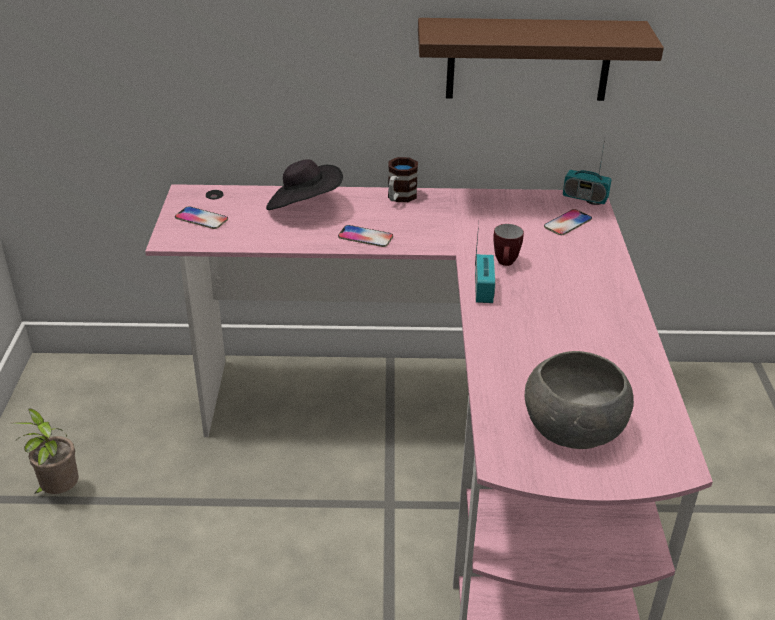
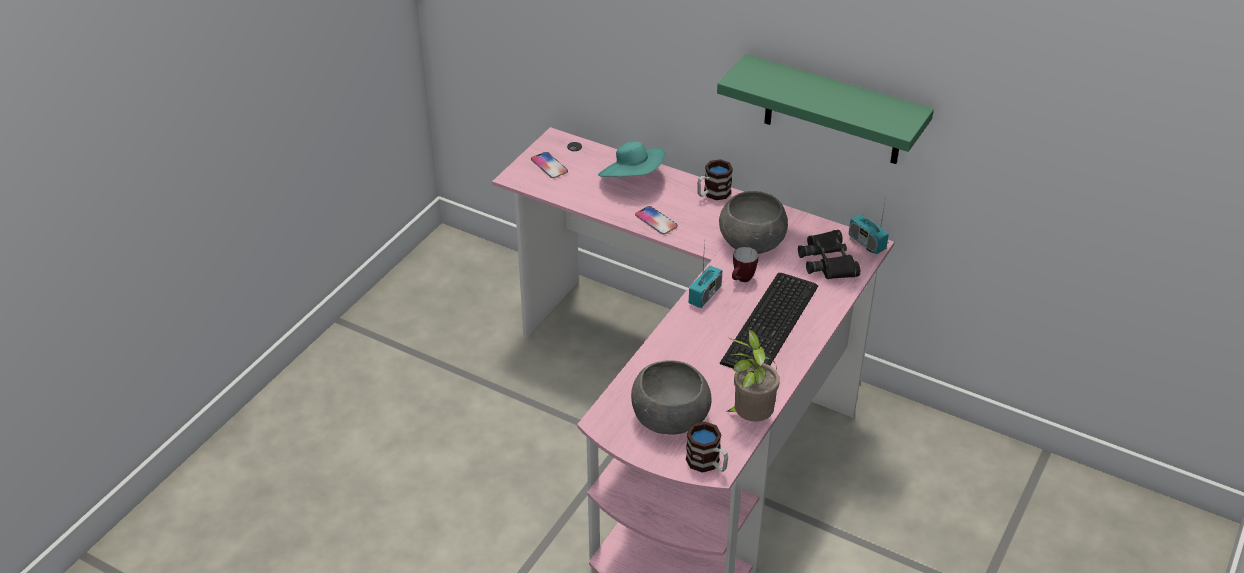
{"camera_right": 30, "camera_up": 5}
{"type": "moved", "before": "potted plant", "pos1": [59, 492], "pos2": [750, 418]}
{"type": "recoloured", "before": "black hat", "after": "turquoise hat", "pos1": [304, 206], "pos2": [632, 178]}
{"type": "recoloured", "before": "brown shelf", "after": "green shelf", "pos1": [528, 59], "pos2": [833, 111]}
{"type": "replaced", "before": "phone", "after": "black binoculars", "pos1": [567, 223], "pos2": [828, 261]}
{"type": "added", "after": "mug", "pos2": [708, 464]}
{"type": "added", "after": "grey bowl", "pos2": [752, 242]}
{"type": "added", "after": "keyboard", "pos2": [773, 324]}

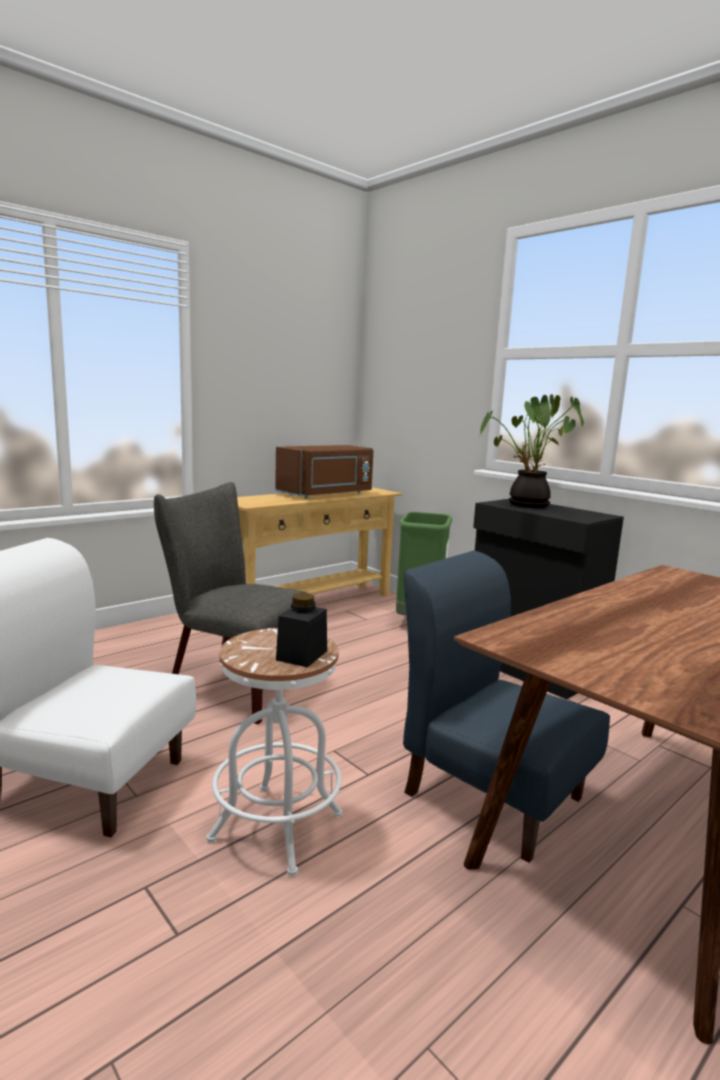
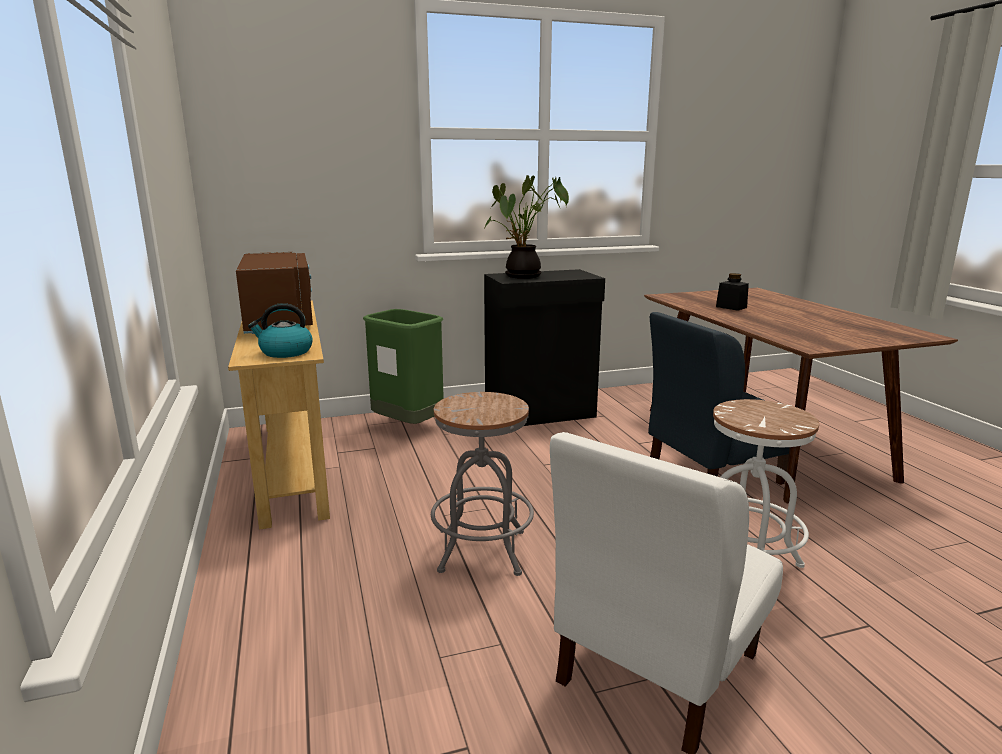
{"camera_right": -65, "camera_up": 5}
{"type": "replaced", "before": "grey chair", "after": "grey stool", "pos1": [231, 686], "pos2": [482, 551]}
{"type": "moved", "before": "black jar", "pos1": [302, 655], "pos2": [731, 307]}
{"type": "added", "after": "kettle", "pos2": [285, 352]}

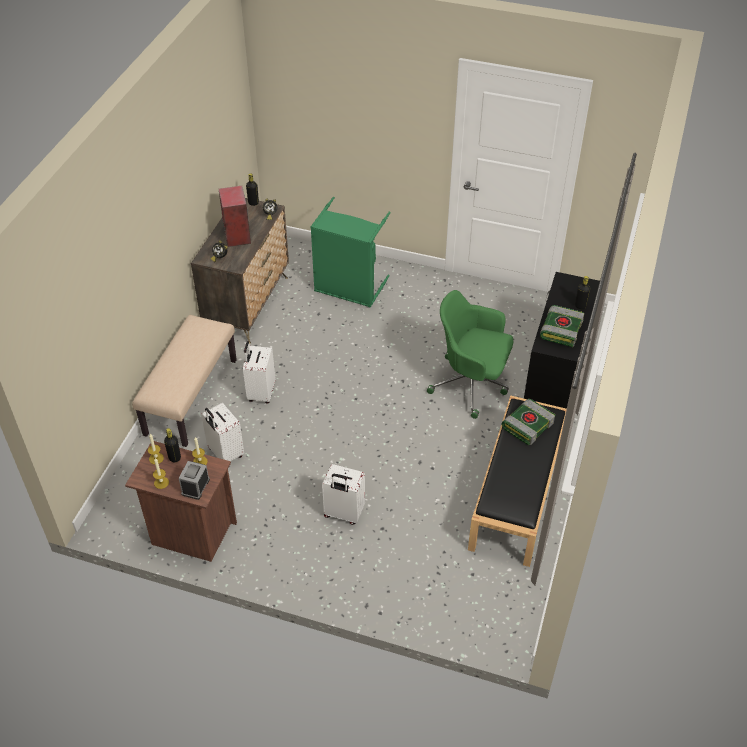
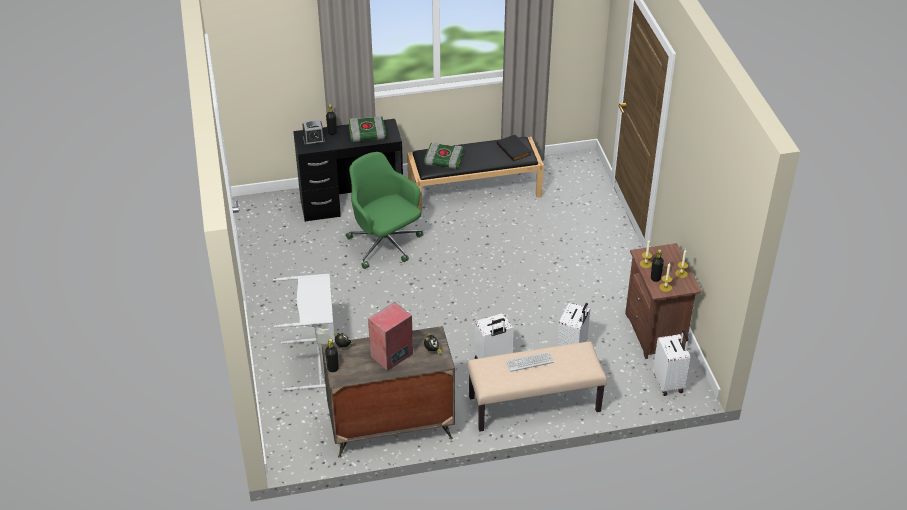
{"camera_right": -120, "camera_up": -5}
{"type": "moved", "before": "alarm clock", "pos1": [195, 486], "pos2": [313, 140]}
{"type": "recoloured", "before": "green laundry basket", "after": "grey laundry basket", "pos1": [348, 289], "pos2": [318, 364]}
{"type": "moved", "before": "white suitcase", "pos1": [343, 513], "pos2": [669, 383]}
{"type": "turned", "before": "green office chair", "pos1": [471, 384], "pos2": [385, 245], "turn": 150}
{"type": "added", "after": "black book", "pos2": [514, 149]}
{"type": "added", "after": "keyboard", "pos2": [529, 362]}

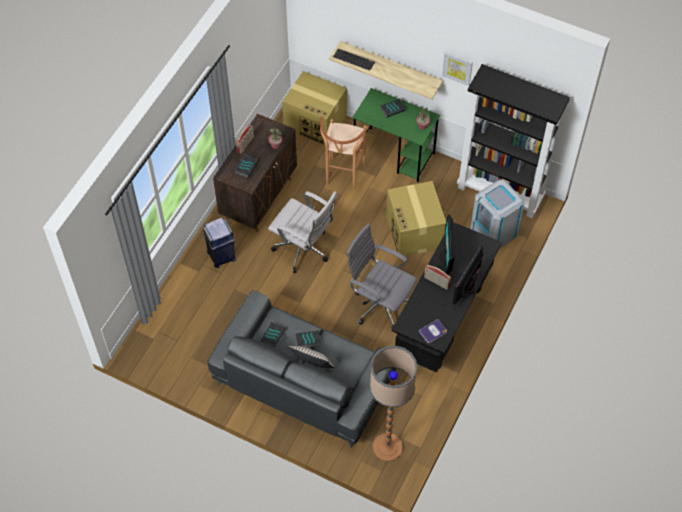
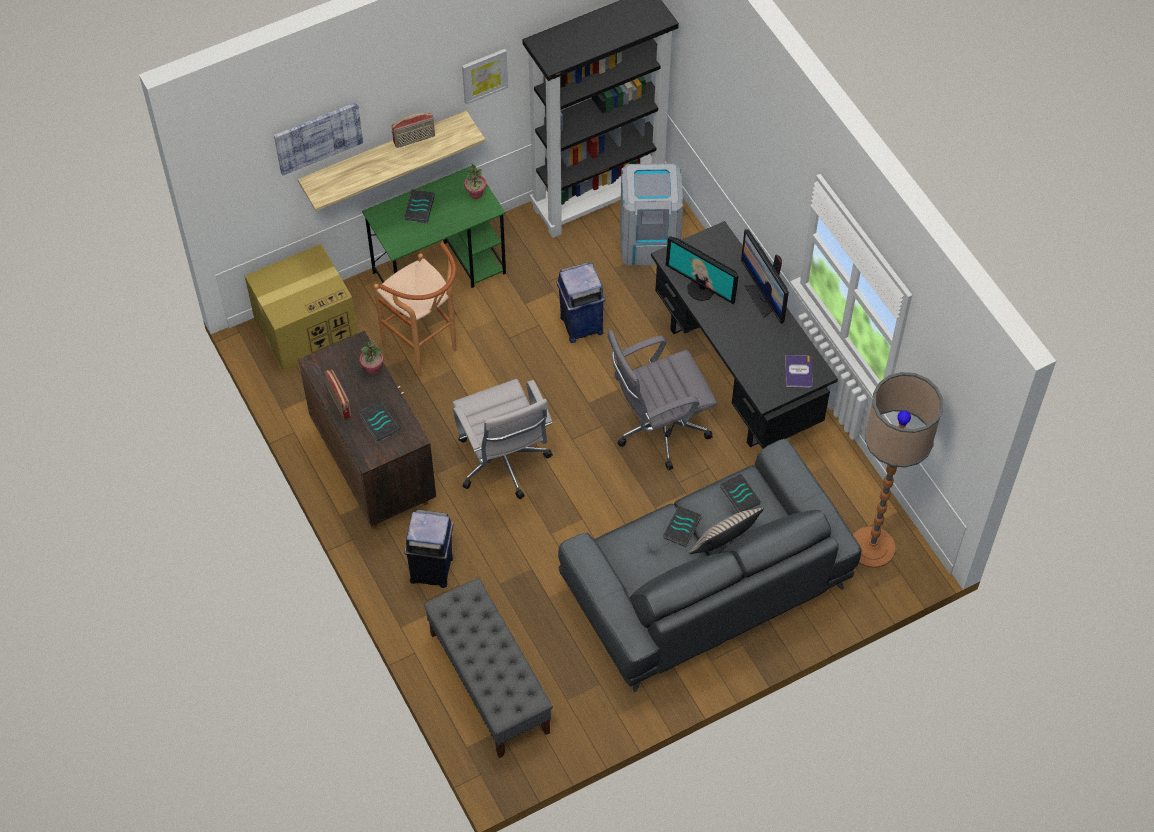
{"camera_right": -55, "camera_up": 0}
{"type": "moved", "before": "book", "pos1": [272, 335], "pos2": [738, 496]}
{"type": "turned", "before": "white office chair", "pos1": [304, 250], "pos2": [504, 464], "turn": 90}
{"type": "removed", "before": "keyboard", "pos1": [353, 59]}
{"type": "replaced", "before": "cardboard box", "after": "blue trash can", "pos1": [414, 232], "pos2": [580, 325]}
{"type": "moved", "before": "radio", "pos1": [436, 282], "pos2": [414, 140]}
{"type": "added", "after": "picture", "pos2": [318, 137]}
{"type": "added", "after": "grey bench", "pos2": [489, 682]}

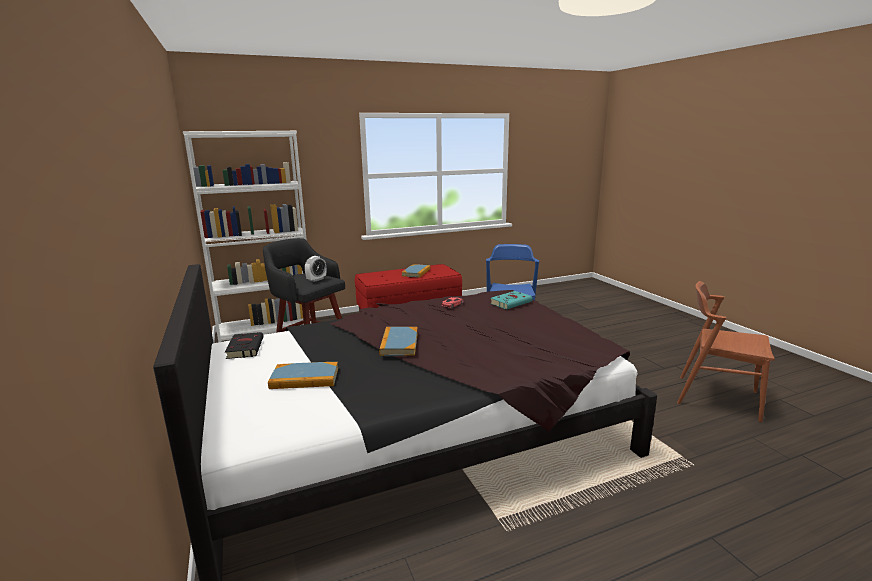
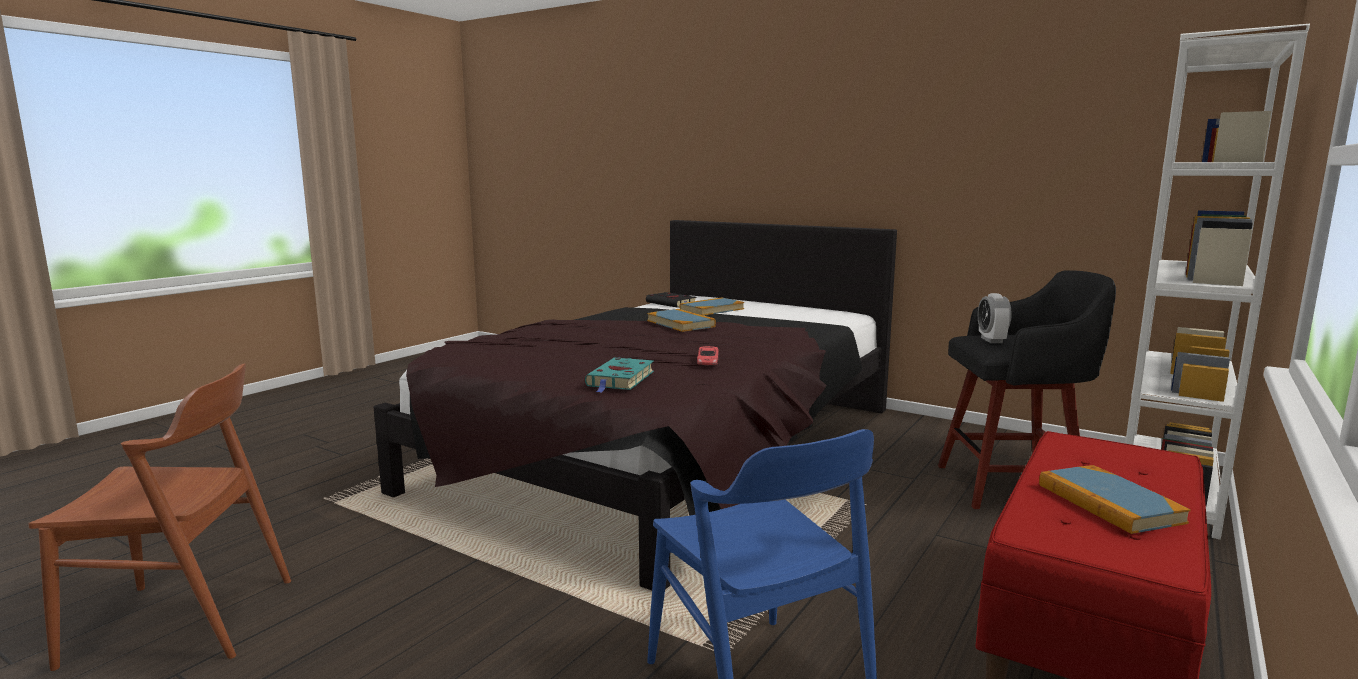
{"camera_right": 145, "camera_up": -5}
{"type": "moved", "before": "black book", "pos1": [245, 348], "pos2": [672, 303]}

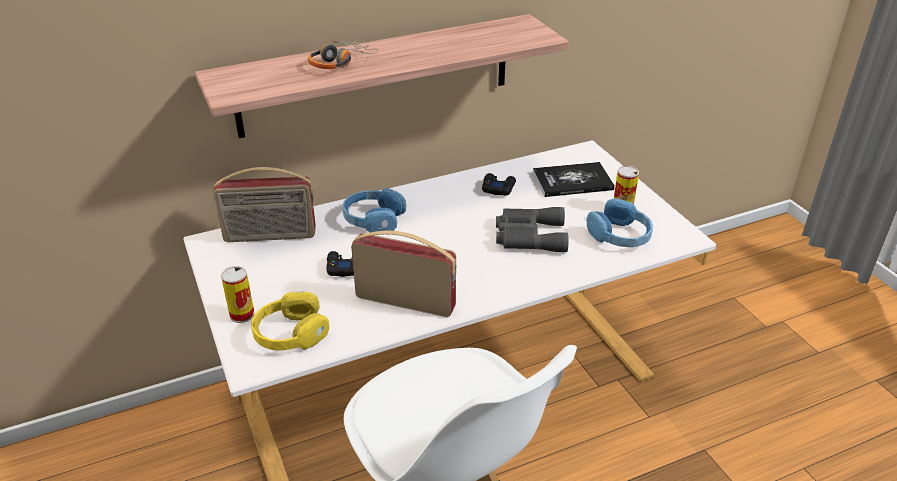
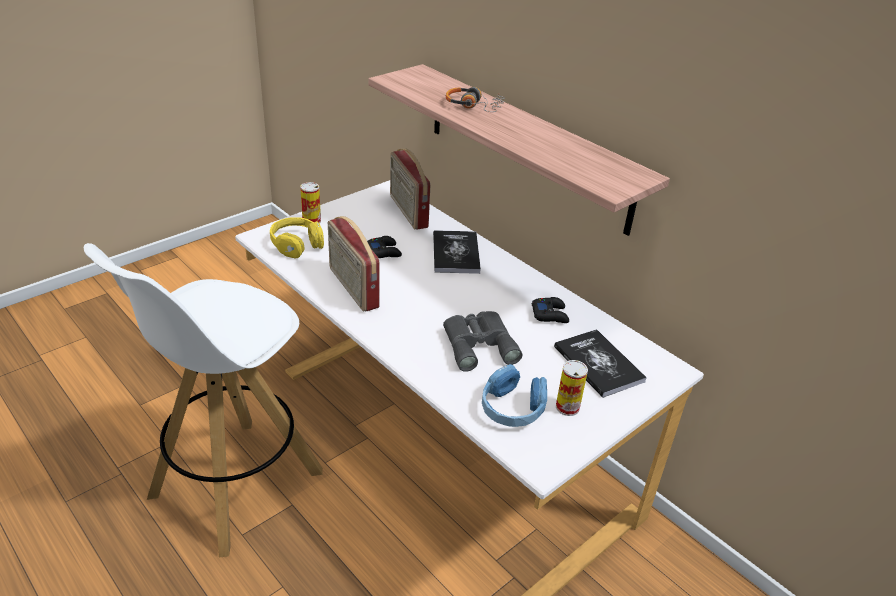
{"camera_right": 70, "camera_up": 0}
{"type": "replaced", "before": "blue headphones", "after": "book", "pos1": [373, 219], "pos2": [455, 253]}
{"type": "turned", "before": "radio", "pos1": [406, 301], "pos2": [352, 288], "turn": 150}

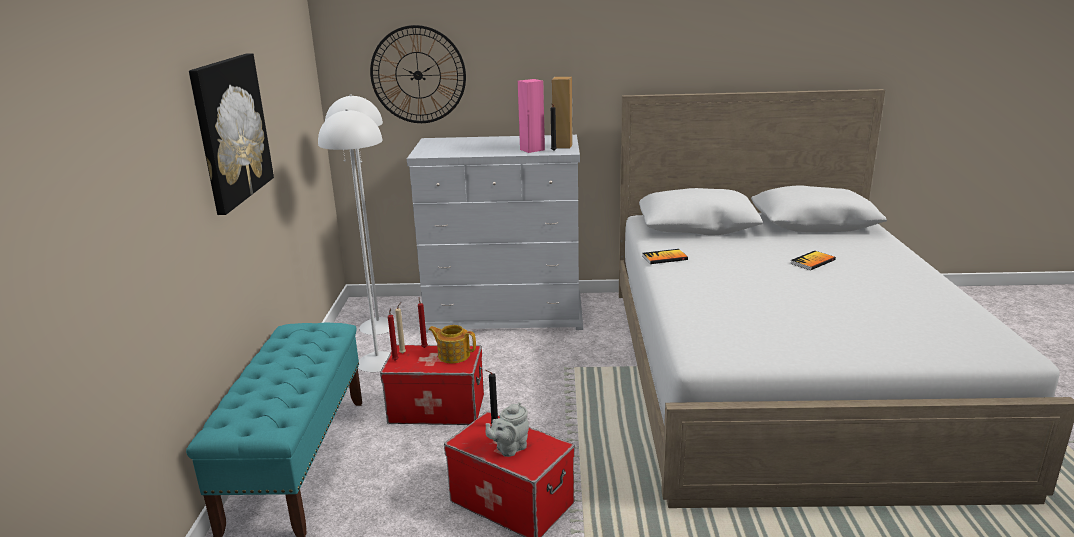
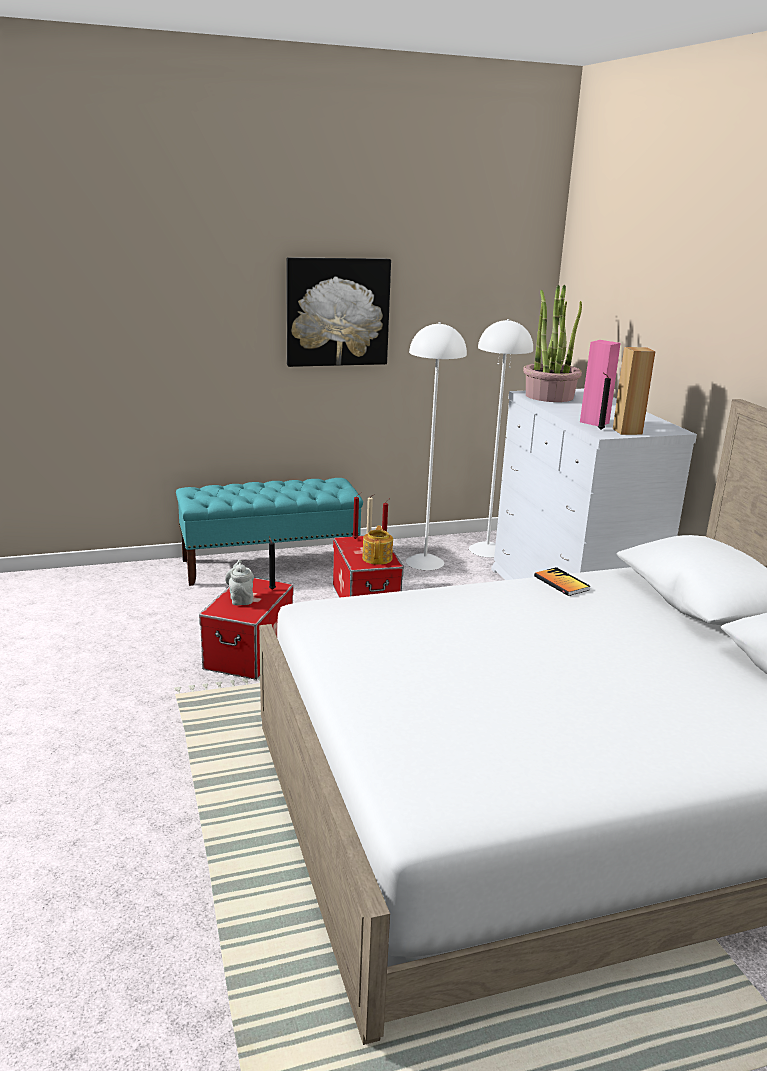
{"camera_right": 70, "camera_up": 0}
{"type": "removed", "before": "wall clock", "pos1": [418, 75]}
{"type": "turned", "before": "grey teapot", "pos1": [509, 448], "pos2": [241, 599], "turn": 45}
{"type": "removed", "before": "book", "pos1": [812, 262]}
{"type": "added", "after": "potted plant", "pos2": [549, 396]}

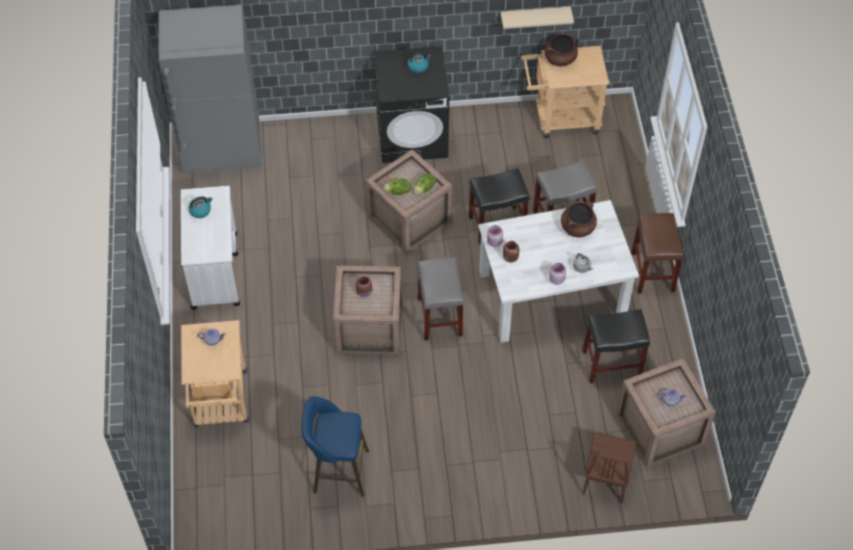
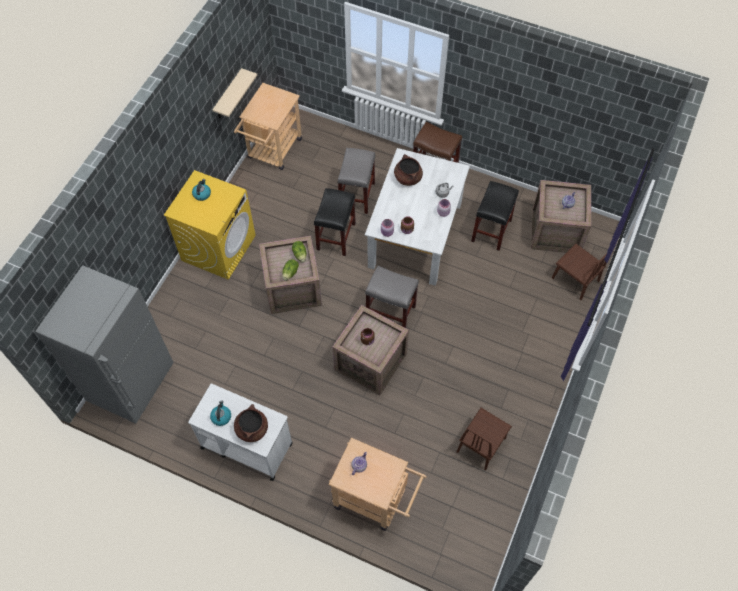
{"camera_right": -60, "camera_up": 5}
{"type": "replaced", "before": "blue stool", "after": "brown chair", "pos1": [337, 471], "pos2": [481, 444]}
{"type": "recoloured", "before": "black washing machine", "after": "yellow washing machine", "pos1": [412, 136], "pos2": [219, 247]}
{"type": "moved", "before": "brown cooking pot", "pos1": [560, 59], "pos2": [252, 429]}

